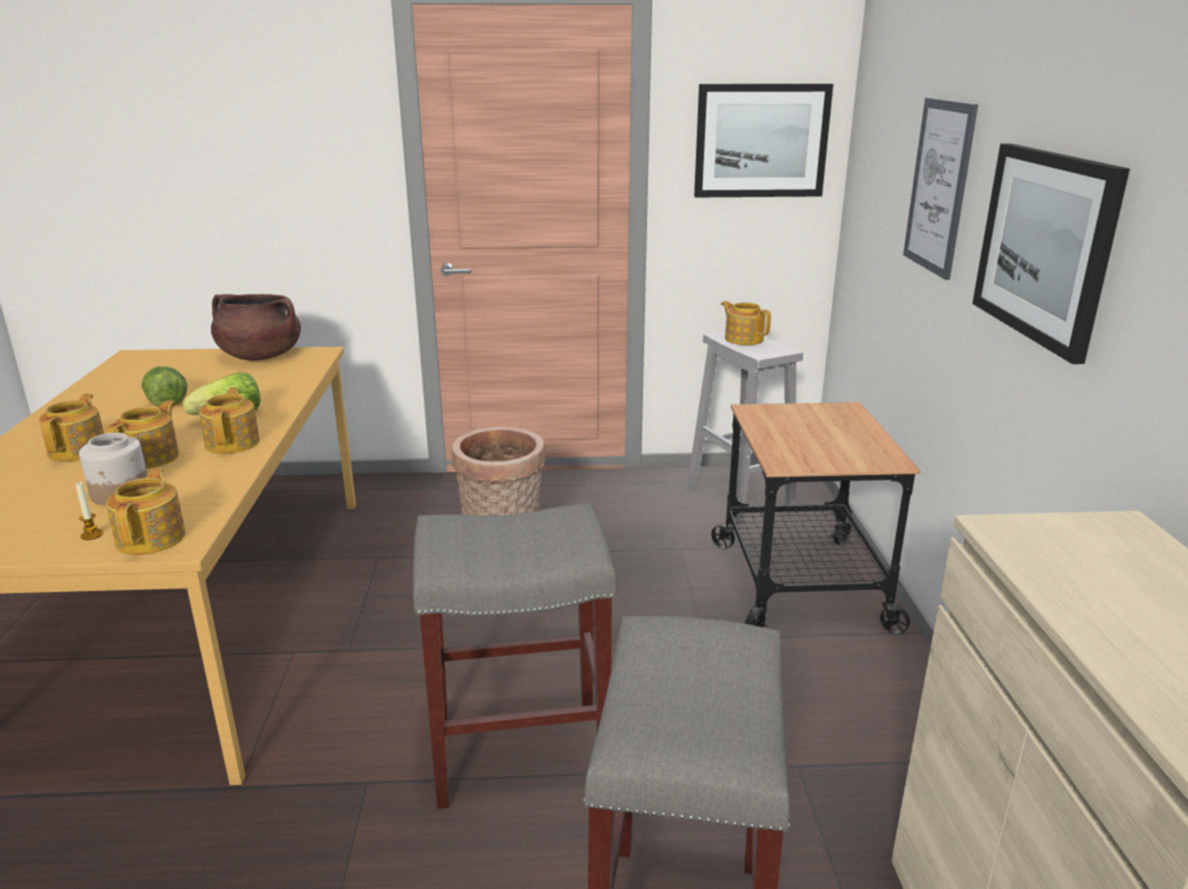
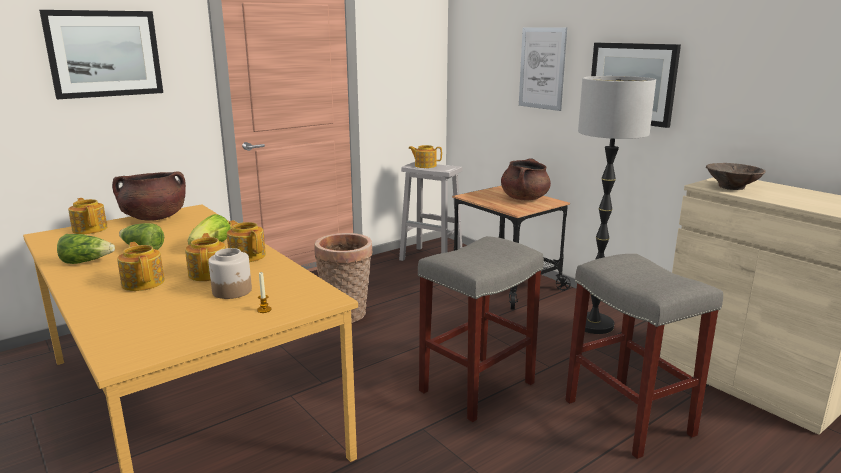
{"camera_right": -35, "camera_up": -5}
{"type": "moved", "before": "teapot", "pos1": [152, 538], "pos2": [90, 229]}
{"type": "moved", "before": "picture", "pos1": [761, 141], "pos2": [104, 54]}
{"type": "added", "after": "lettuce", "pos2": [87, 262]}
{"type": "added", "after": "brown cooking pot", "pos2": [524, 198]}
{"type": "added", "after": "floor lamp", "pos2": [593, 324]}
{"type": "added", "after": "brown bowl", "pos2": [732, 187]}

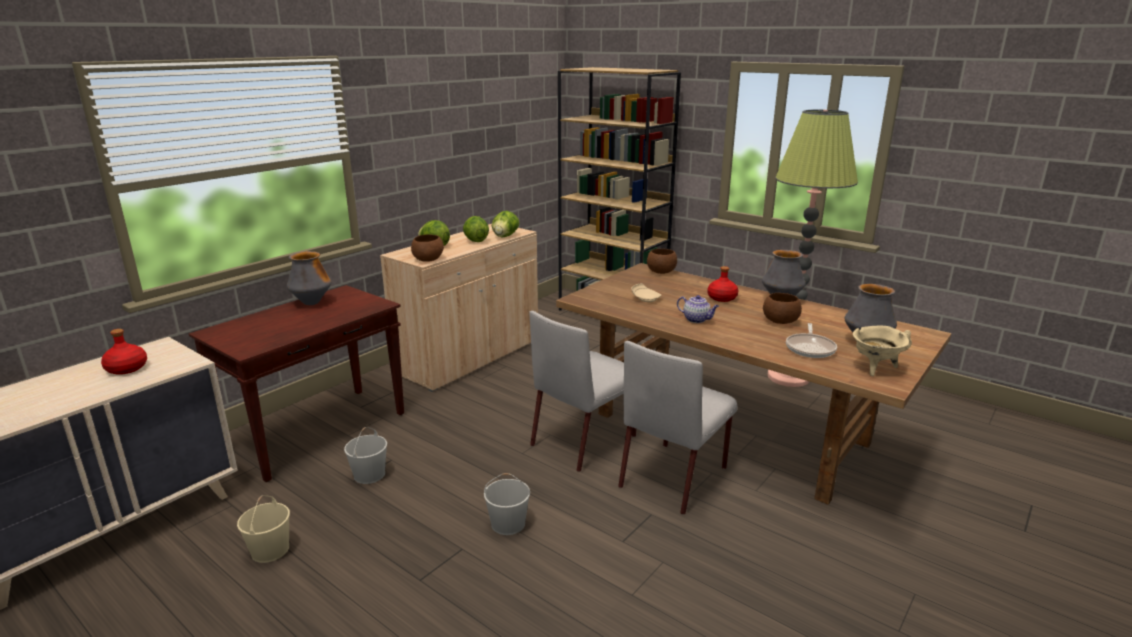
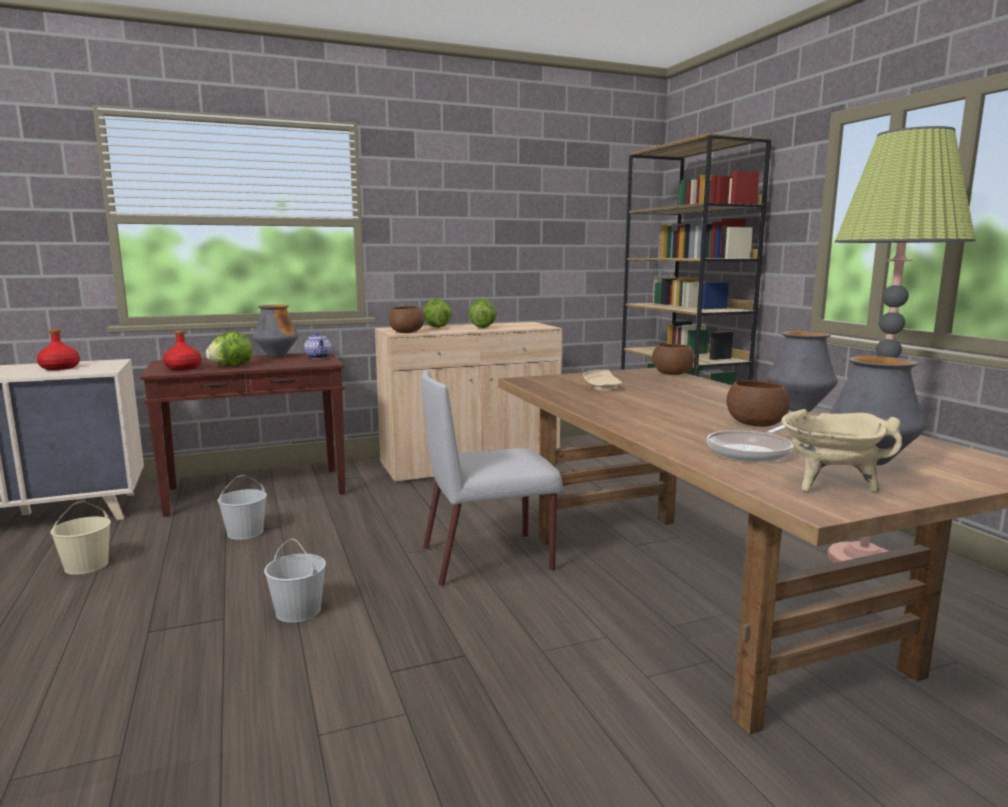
{"camera_right": 30, "camera_up": -10}
{"type": "moved", "before": "lettuce", "pos1": [505, 236], "pos2": [231, 366]}
{"type": "removed", "before": "grey chair", "pos1": [674, 476]}
{"type": "moved", "before": "teapot", "pos1": [697, 319], "pos2": [319, 357]}
{"type": "moved", "before": "red bottle", "pos1": [722, 298], "pos2": [183, 368]}

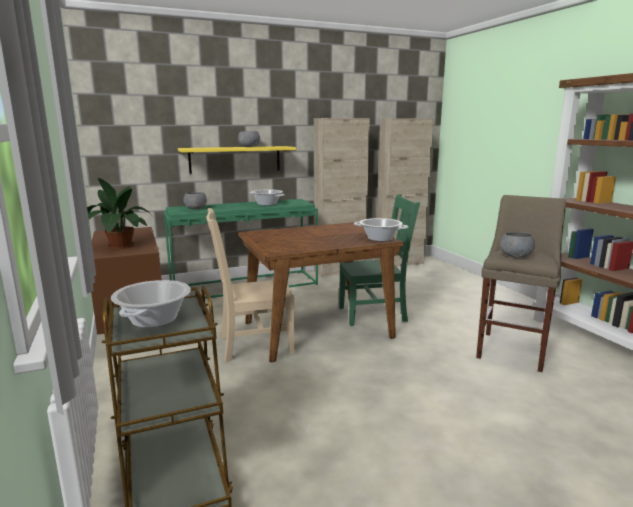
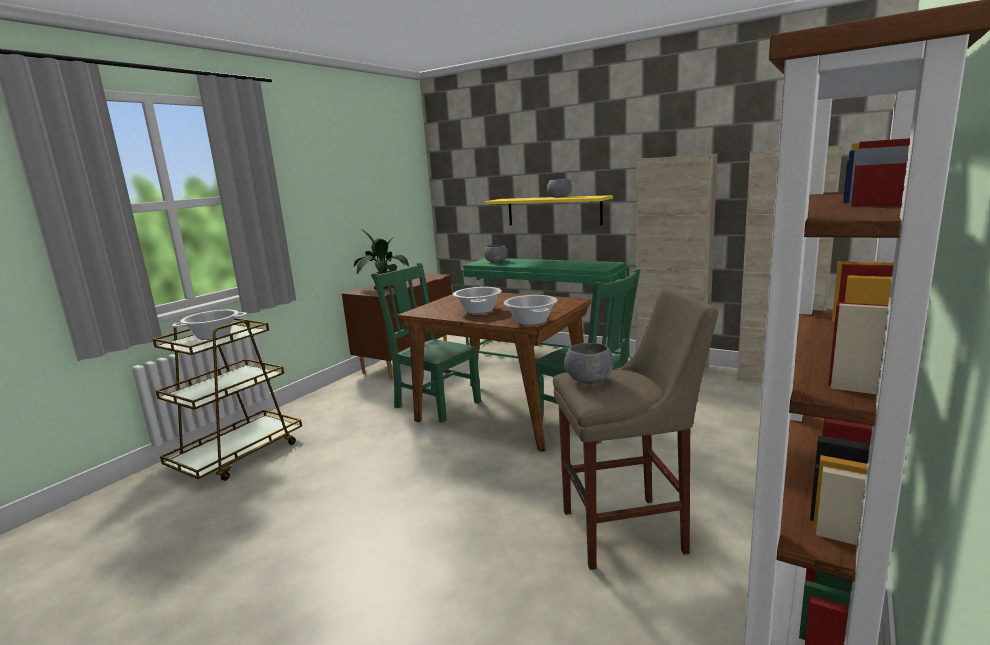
{"camera_right": 55, "camera_up": 0}
{"type": "recoloured", "before": "beige chair", "after": "green chair", "pos1": [253, 345], "pos2": [435, 403]}
{"type": "moved", "before": "cooking pot", "pos1": [267, 204], "pos2": [478, 310]}

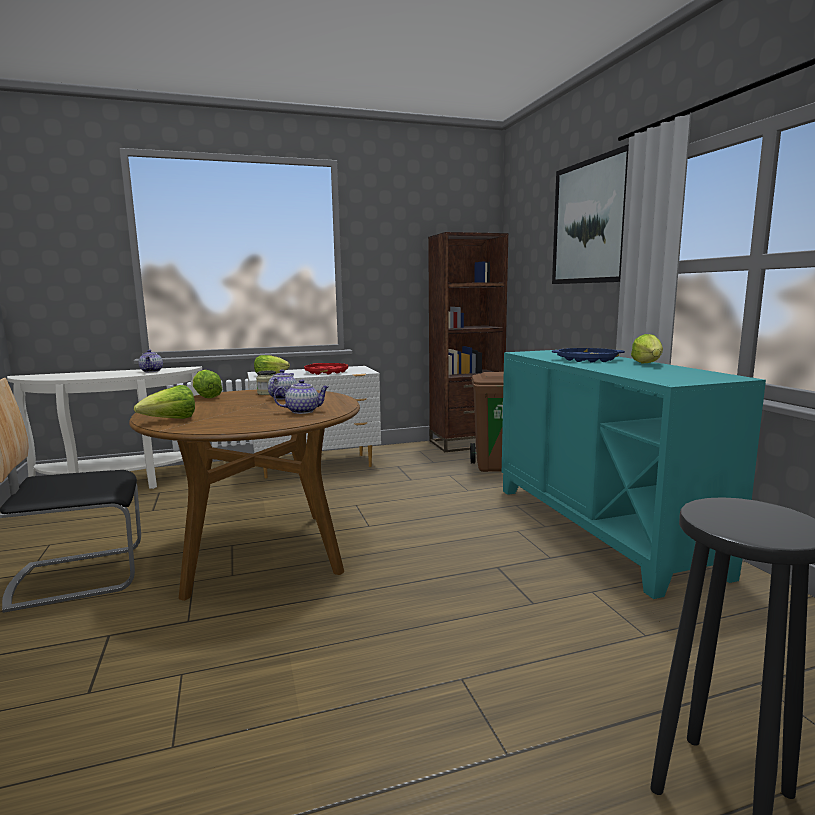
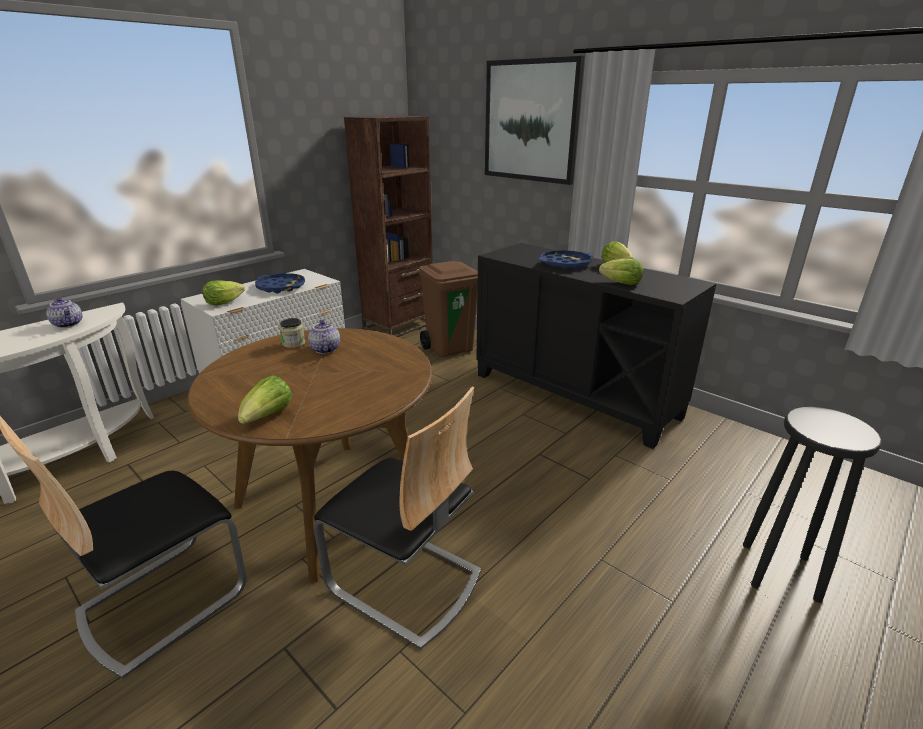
{"camera_right": -30, "camera_up": 15}
{"type": "moved", "before": "lettuce", "pos1": [206, 397], "pos2": [621, 283]}
{"type": "removed", "before": "teapot", "pos1": [303, 411]}
{"type": "recoloured", "before": "red tray", "after": "blue tray", "pos1": [326, 372], "pos2": [281, 287]}
{"type": "recoloured", "before": "turquoise cabinet", "after": "black cabinet", "pos1": [600, 527], "pos2": [574, 395]}
{"type": "added", "after": "chair", "pos2": [405, 581]}

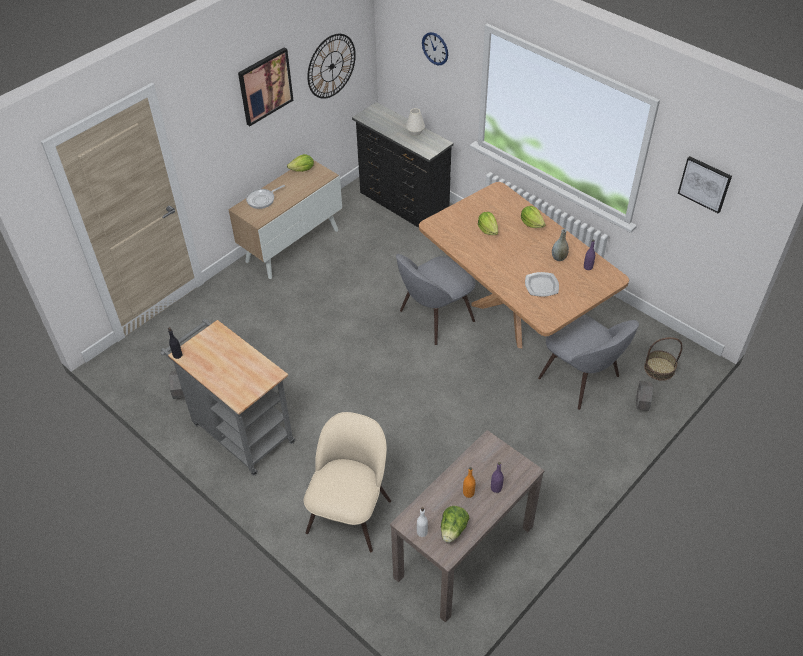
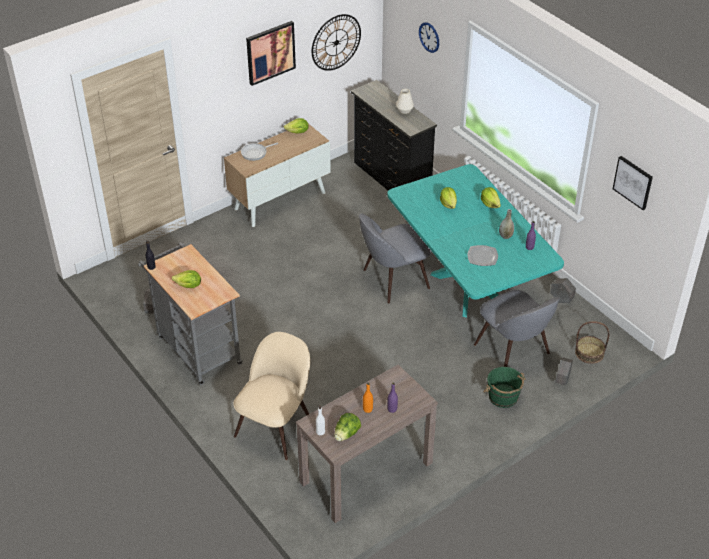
{"camera_right": 10, "camera_up": -5}
{"type": "recoloured", "before": "brown dining table", "after": "turquoise dining table", "pos1": [512, 314], "pos2": [466, 287]}
{"type": "added", "after": "lettuce", "pos2": [188, 286]}
{"type": "added", "after": "green bucket", "pos2": [503, 397]}
{"type": "added", "after": "grey planter", "pos2": [561, 300]}

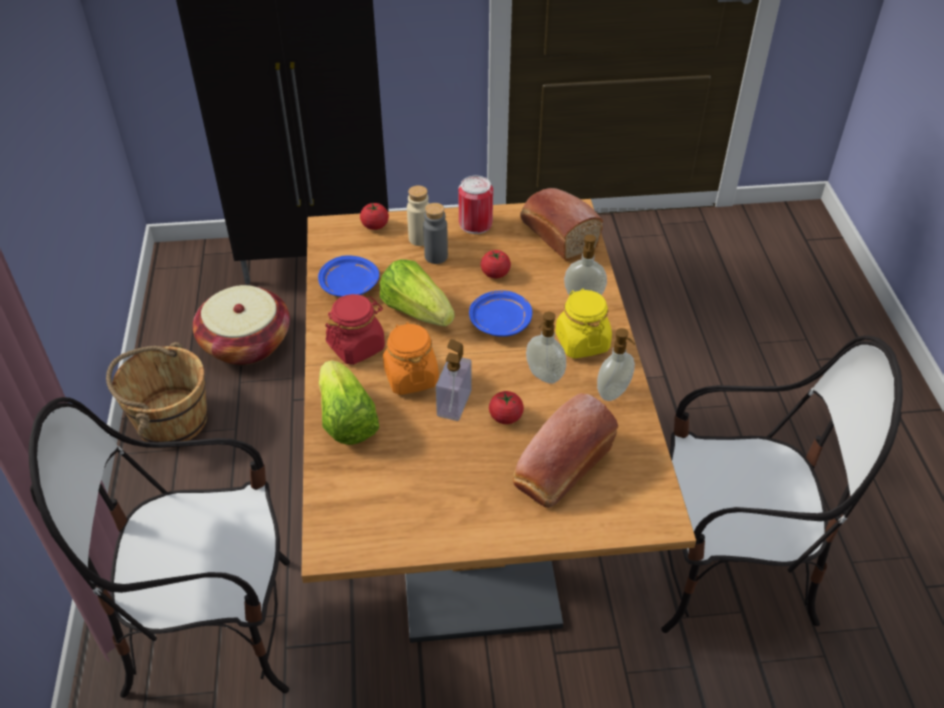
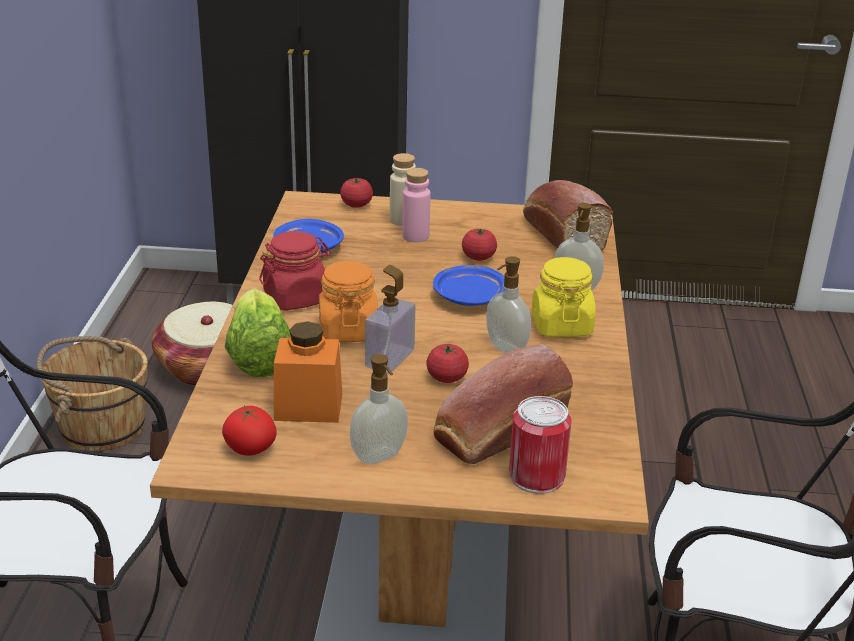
{"camera_right": 10, "camera_up": -15}
{"type": "removed", "before": "lettuce", "pos1": [416, 311]}
{"type": "recoloured", "before": "grey bottle", "after": "pink bottle", "pos1": [436, 256], "pos2": [415, 236]}
{"type": "moved", "before": "can", "pos1": [475, 223], "pos2": [536, 476]}
{"type": "moved", "before": "soap dispenser", "pos1": [614, 393], "pos2": [380, 457]}
{"type": "added", "after": "tomato", "pos2": [250, 448]}
{"type": "added", "after": "orange jar", "pos2": [308, 407]}

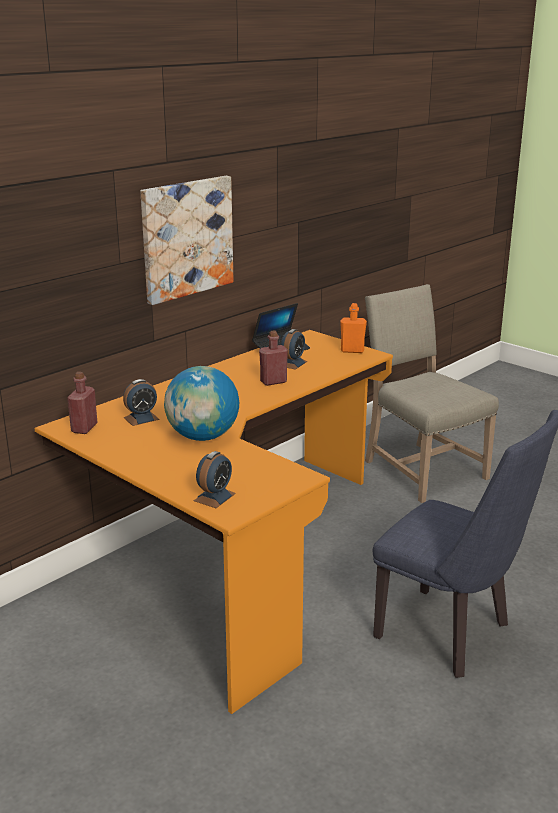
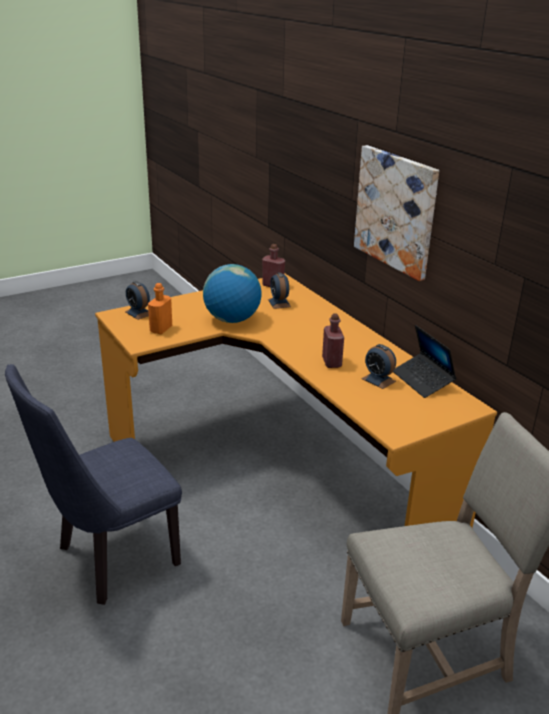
{"camera_right": 105, "camera_up": 5}
{"type": "moved", "before": "orange bottle", "pos1": [352, 350], "pos2": [161, 329]}

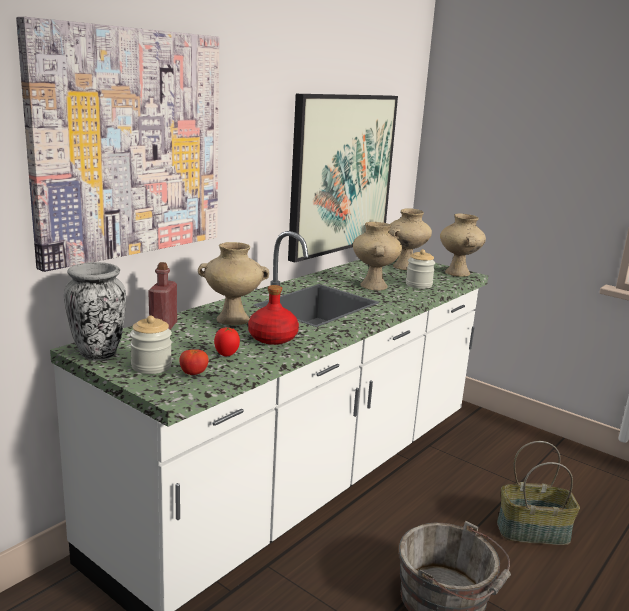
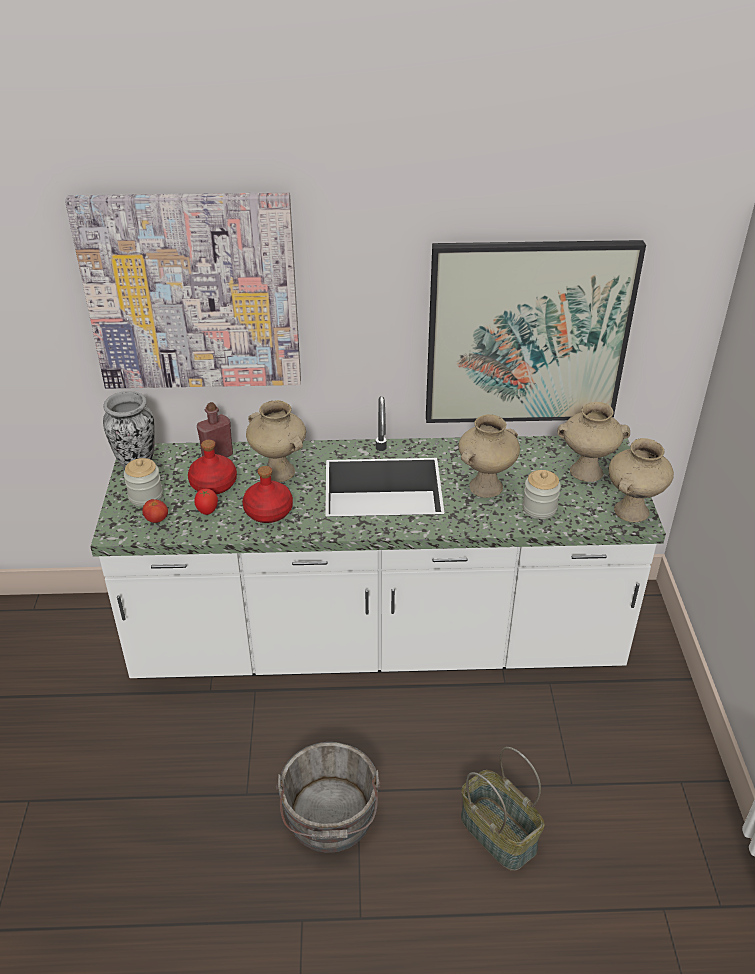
{"camera_right": 50, "camera_up": 20}
{"type": "added", "after": "red bottle", "pos2": [213, 484]}

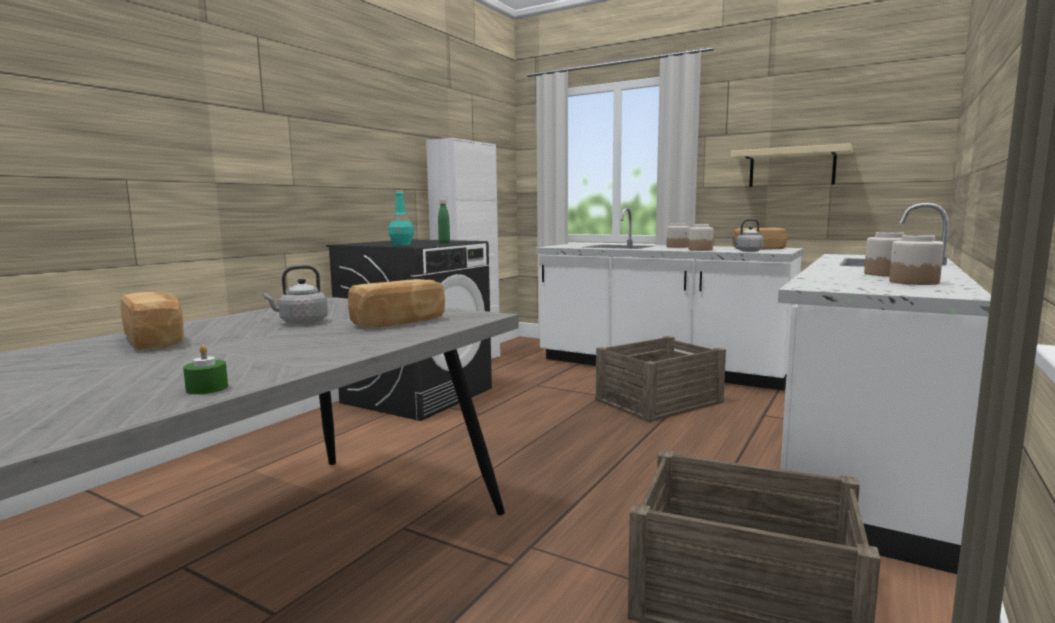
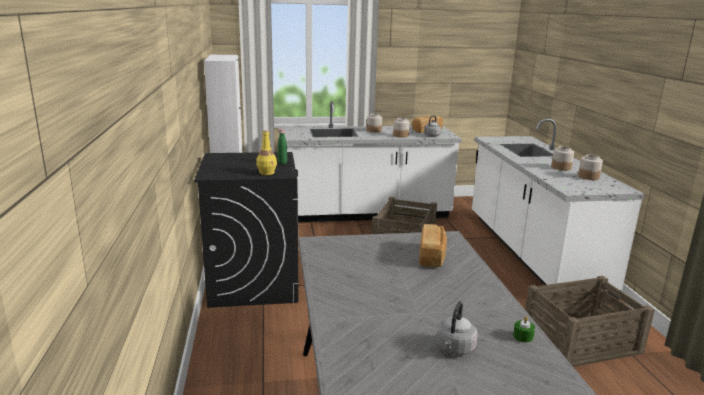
{"camera_right": -40, "camera_up": 10}
{"type": "removed", "before": "bread", "pos1": [156, 340]}
{"type": "moved", "before": "grey kettle", "pos1": [301, 322], "pos2": [454, 349]}
{"type": "recoloured", "before": "turquoise bottle", "after": "yellow bottle", "pos1": [402, 245], "pos2": [267, 173]}
{"type": "removed", "before": "beige shelf", "pos1": [791, 167]}

